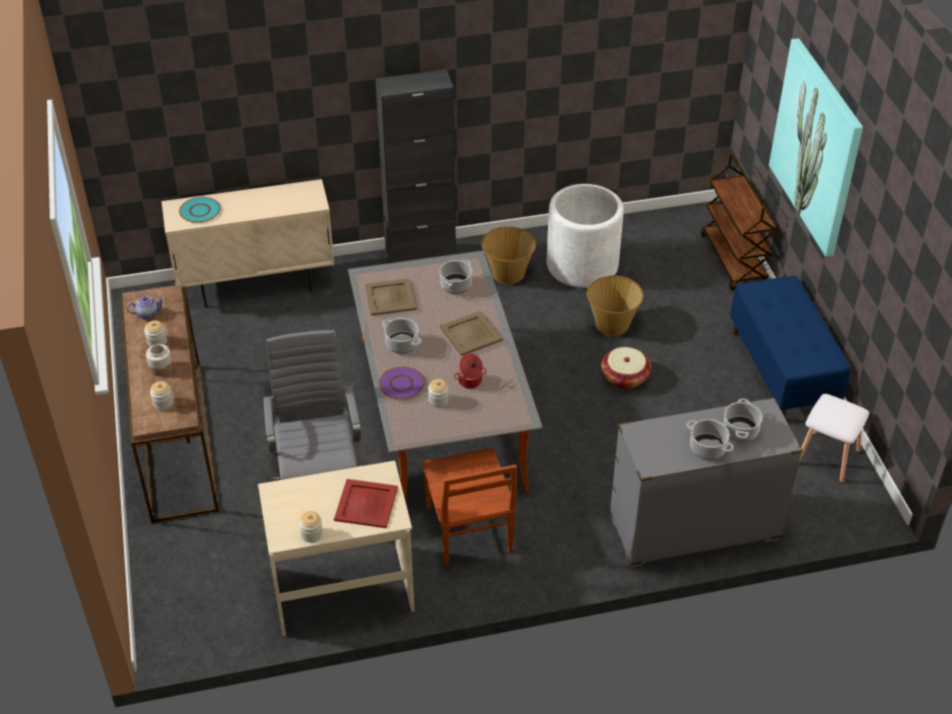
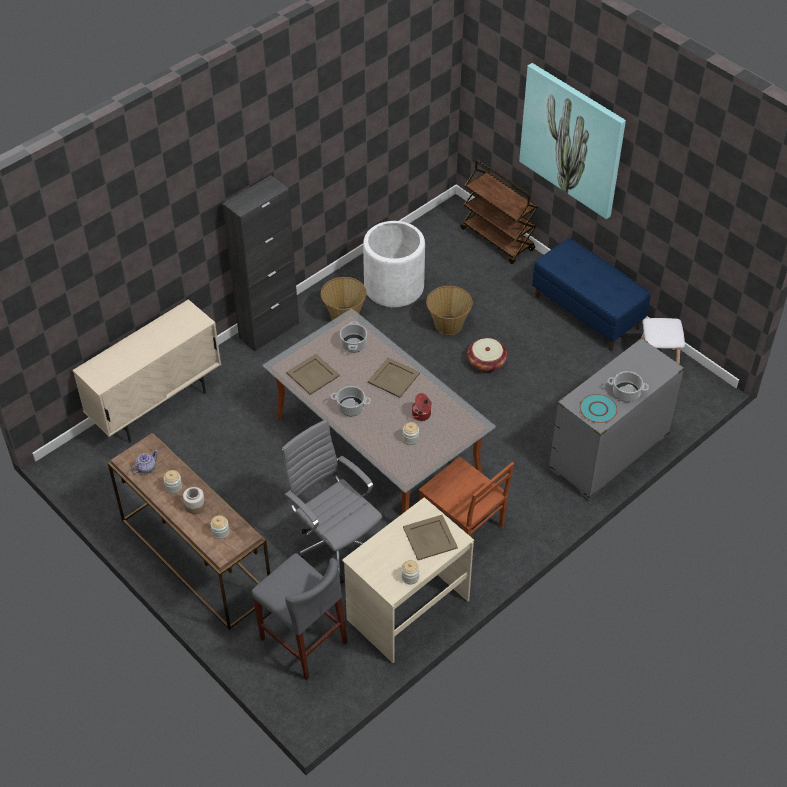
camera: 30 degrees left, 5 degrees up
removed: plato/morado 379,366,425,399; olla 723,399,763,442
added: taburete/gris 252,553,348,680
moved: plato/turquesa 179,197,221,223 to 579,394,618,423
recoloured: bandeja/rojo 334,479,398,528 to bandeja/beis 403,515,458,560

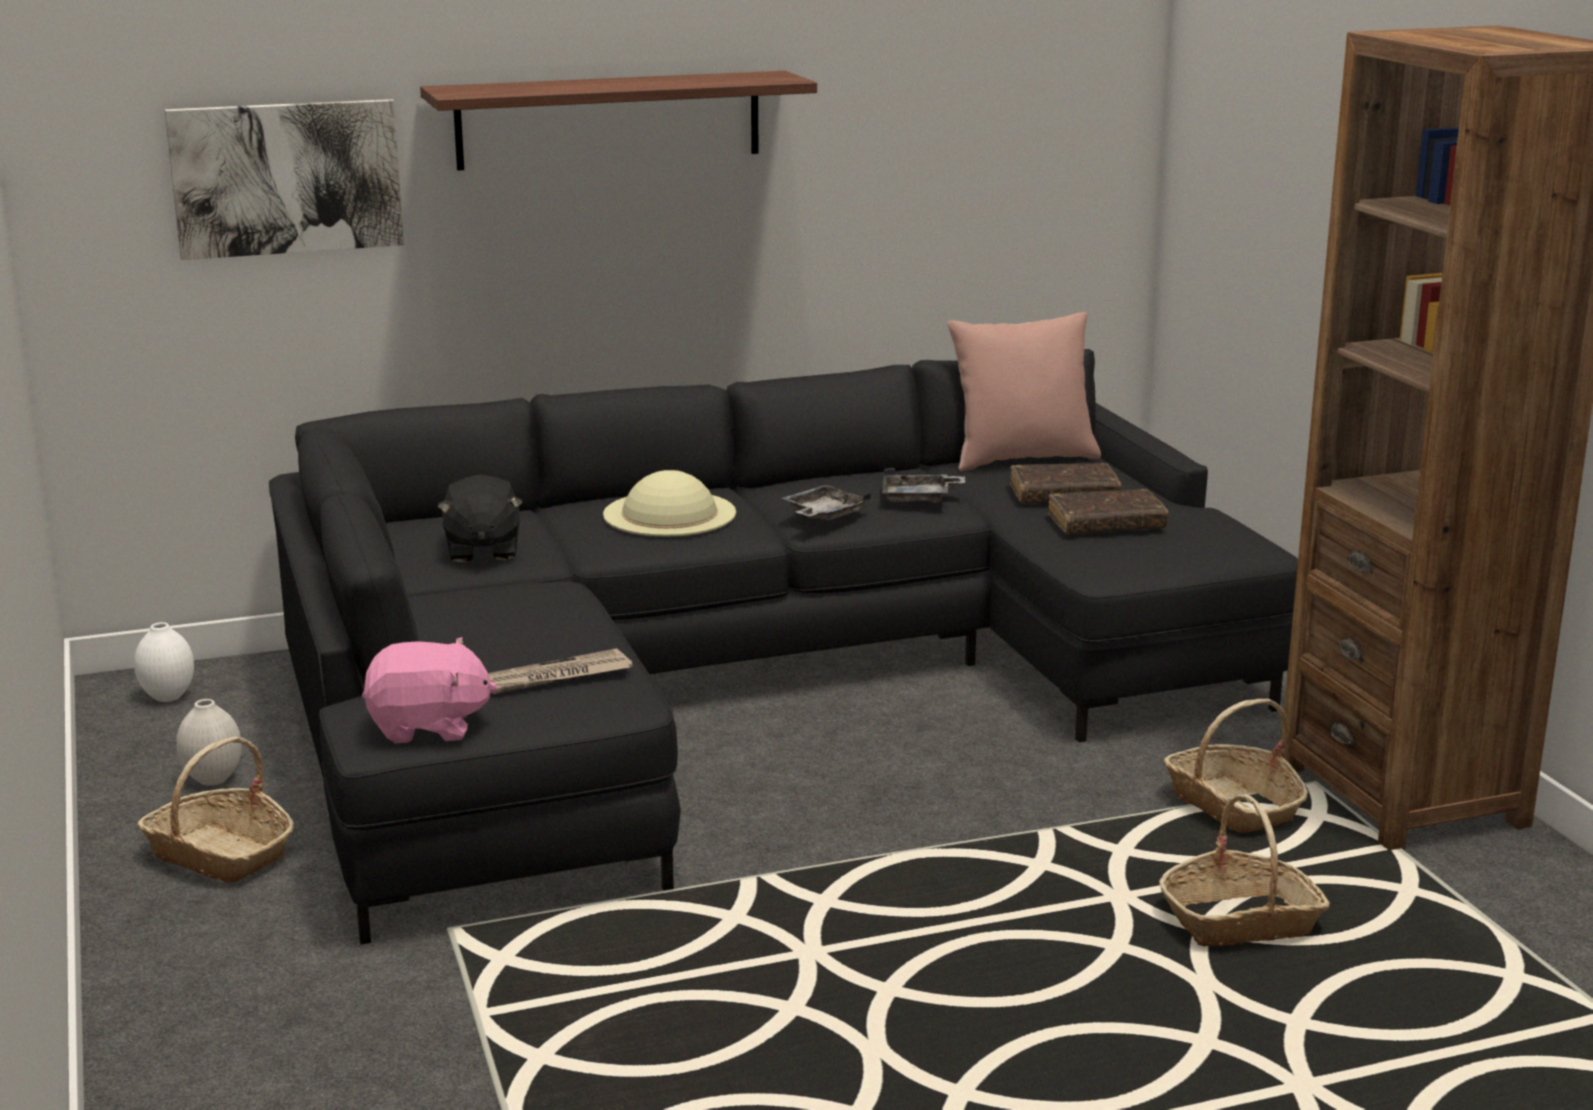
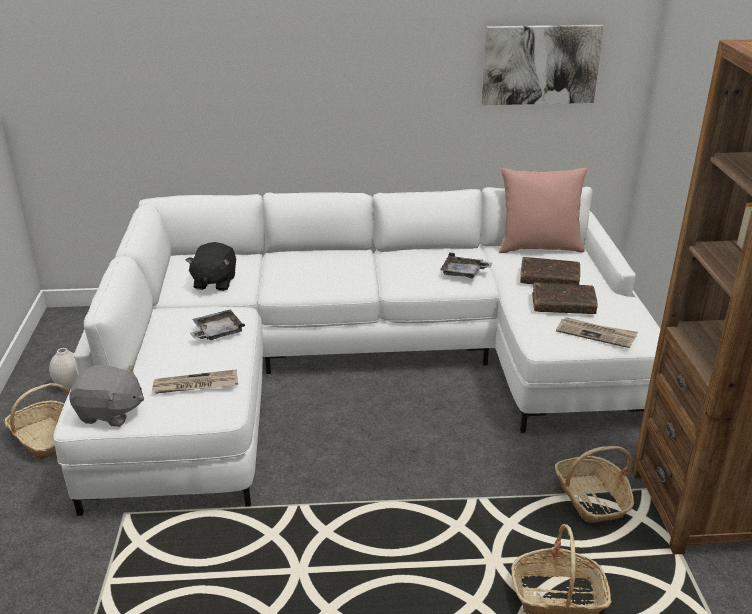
camera: 15 degrees right, 10 degrees up
removed: florero/blanco 134,622,194,702; estante 420,71,817,171; sombrero/beis 603,470,736,537
added: periódico 556,317,638,348
moved: bandeja/gris 782,485,871,521 to 190,310,245,340; cuadro 165,99,404,260 to 482,25,604,105
recoloured: sofá/negro 269,349,1298,944 to sofá/blanco 53,187,660,516; peluche/rosa 362,637,498,744 to peluche/gris 70,365,144,427

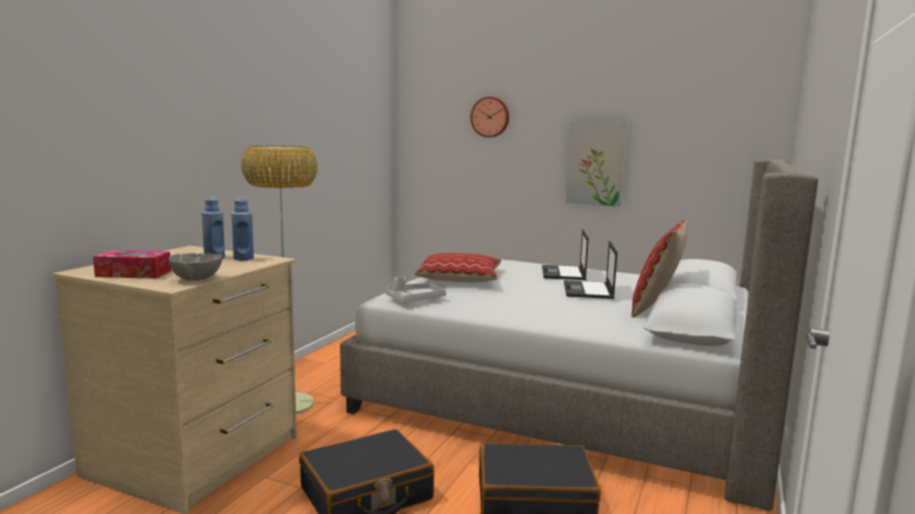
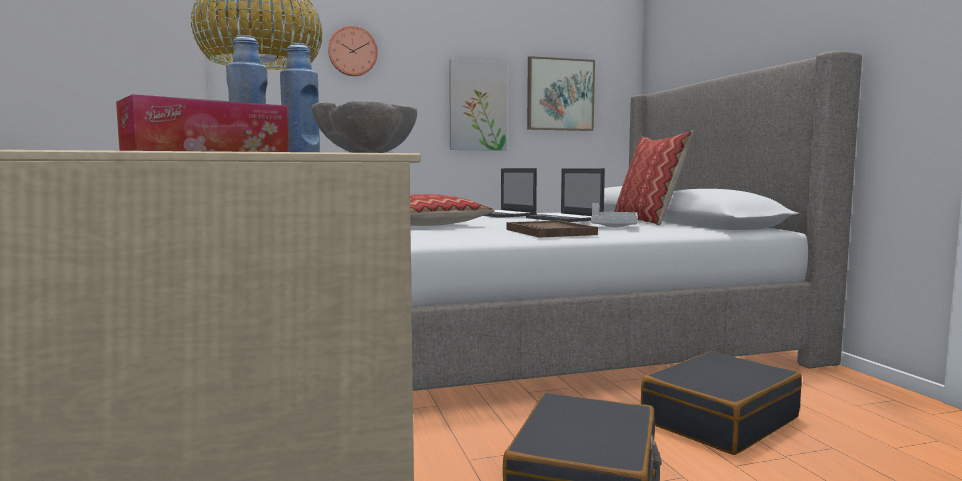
camera: 40 degrees left, 5 degrees down
added: bandeja/marrón 506,221,598,238; cuadro 527,56,595,131
moved: bandeja/gris 385,276,446,303 to 591,203,638,228

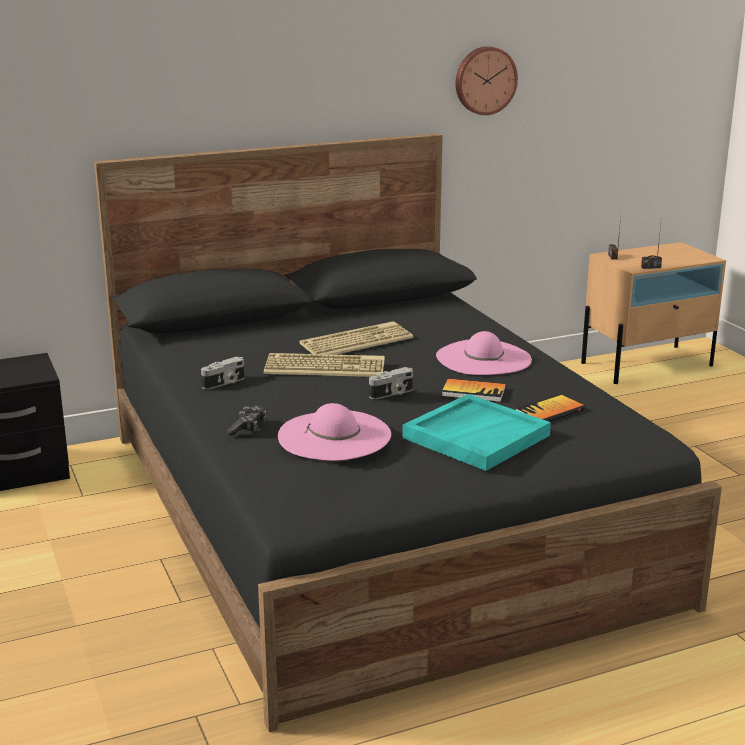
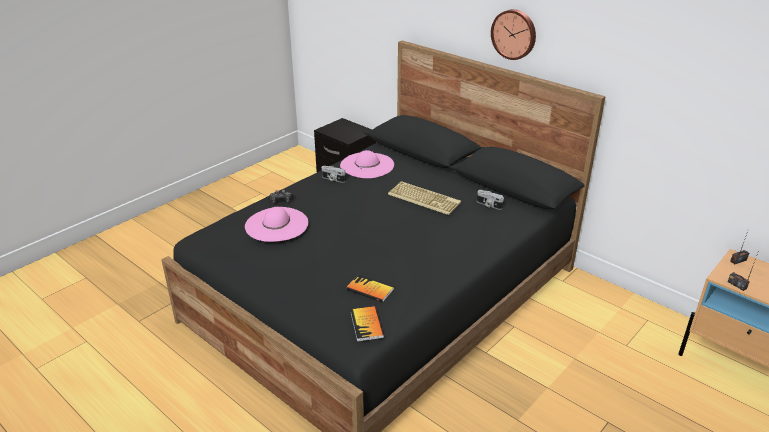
camera: 65 degrees right, 10 degrees up
removed: teclado 264,353,385,377; bandeja/turquesa 402,394,551,471
moved: sombrero/rosa 436,331,532,375 to 340,150,394,178; libro 442,379,506,402 to 350,306,384,342; cámara 369,367,413,399 to 477,190,504,210; reloj de pared 456,46,518,115 to 491,9,536,60

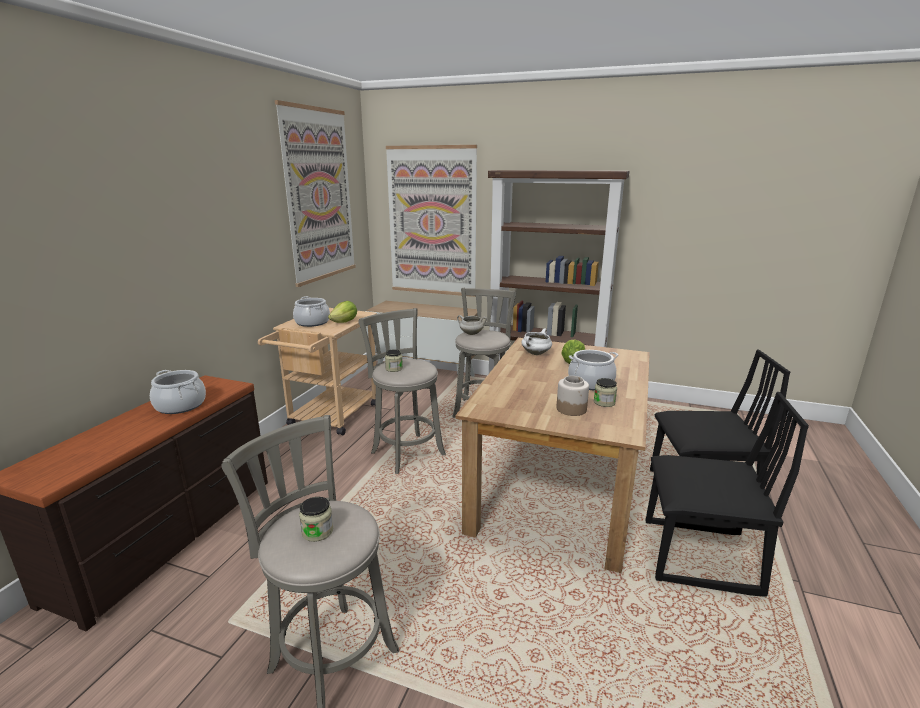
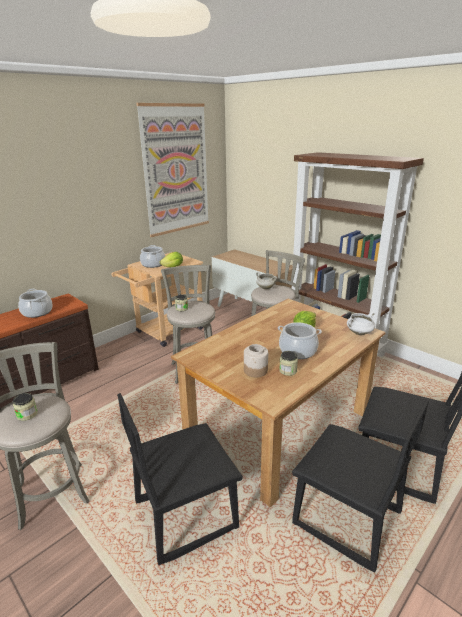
camera: 25 degrees right, 5 degrees up
removed: cuadro 386,145,477,297
added: silla/negro 117,393,243,565
moved: olla/blanco 521,328,552,355 to 347,312,375,335

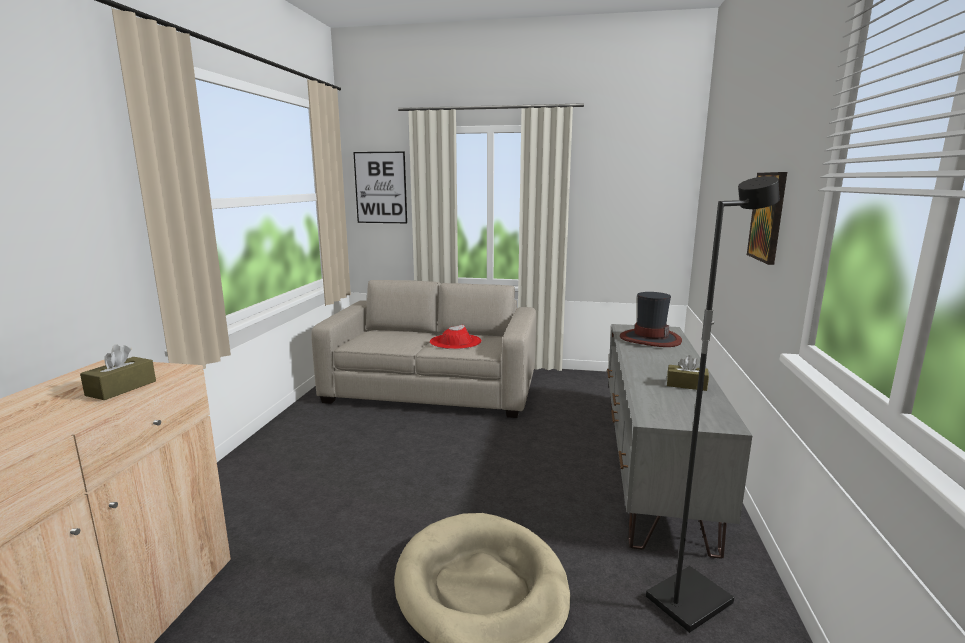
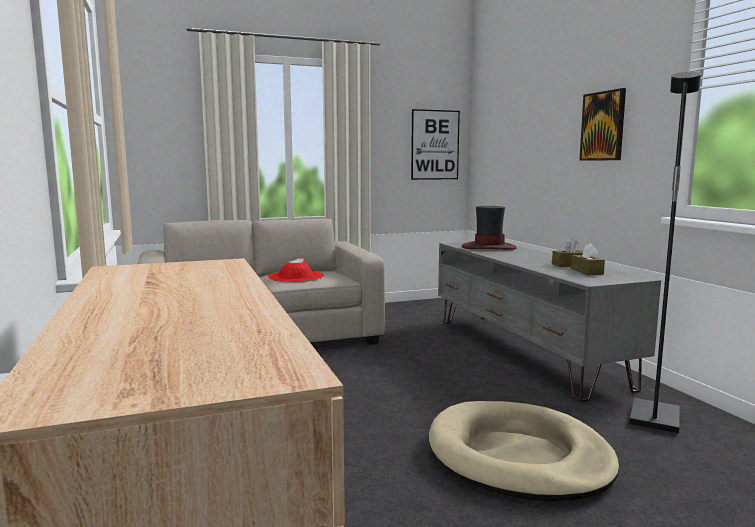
camera: 30 degrees left, 5 degrees down
moved: cuadro 353,152,407,223 to 411,109,460,180; caja de pañuelos/marrón 80,344,156,400 to 571,243,605,275

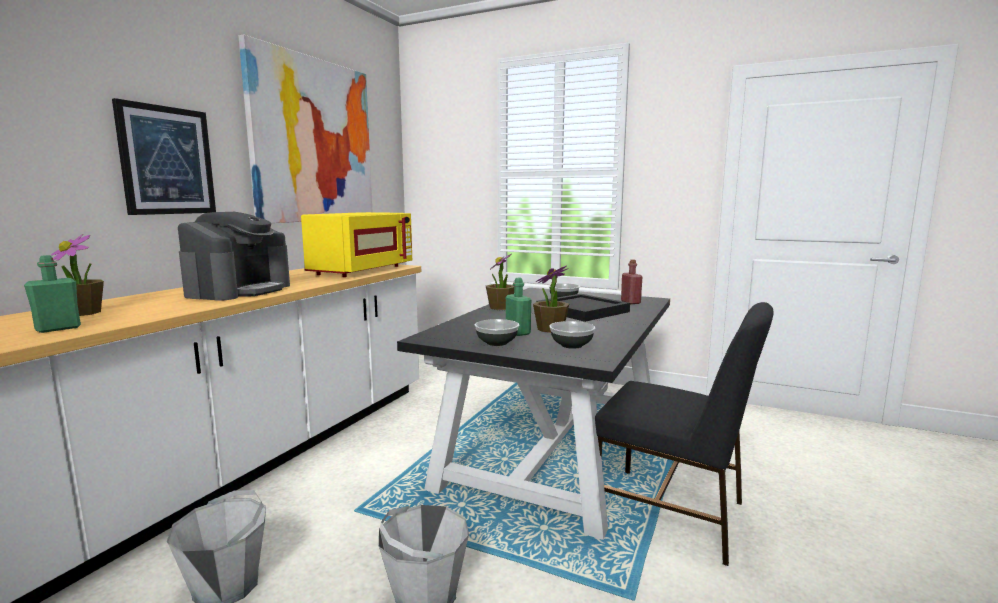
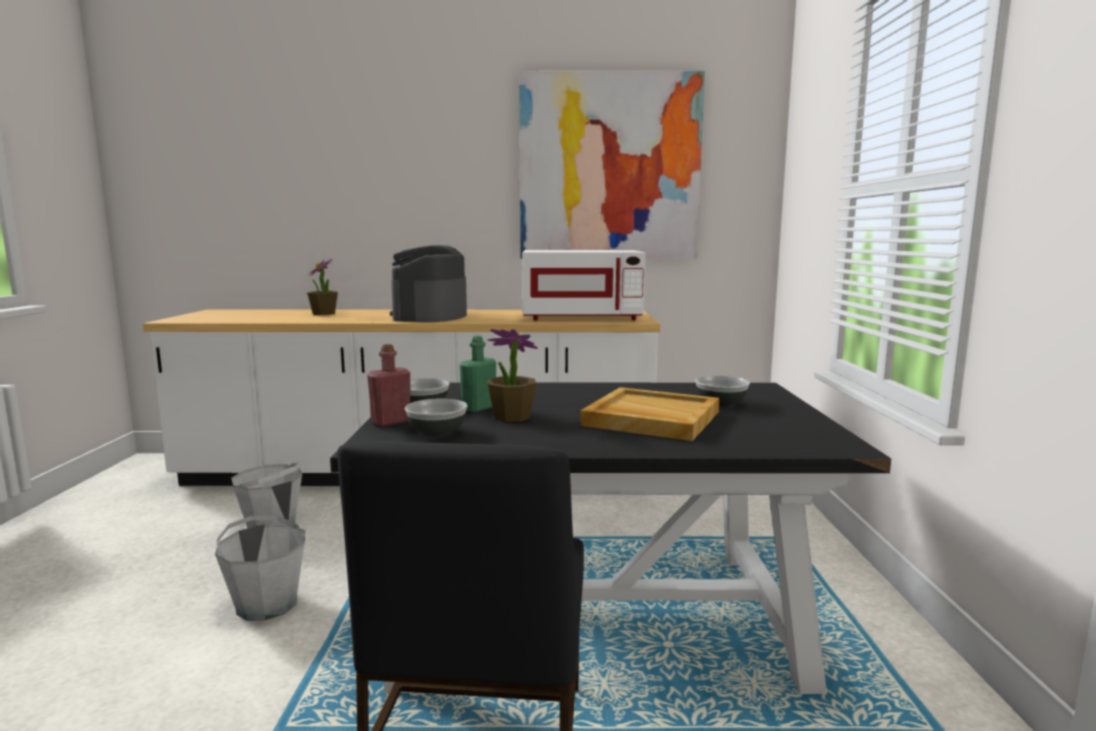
camera: 65 degrees right, 0 degrees up
removed: botella/verde 24,255,81,333; cuadro 112,98,216,215; planta en maceta 486,254,514,310
moved: botella/rojo 621,259,643,304 to 367,344,410,427
recoloured: microondas/amarillo 301,212,412,277 to microondas/blanco 522,250,645,321; bandeja/negro 536,294,630,322 to bandeja/beis 580,387,719,441
turned: cafetera 178,212,290,301 = 390,245,467,322 105 degrees clockwise

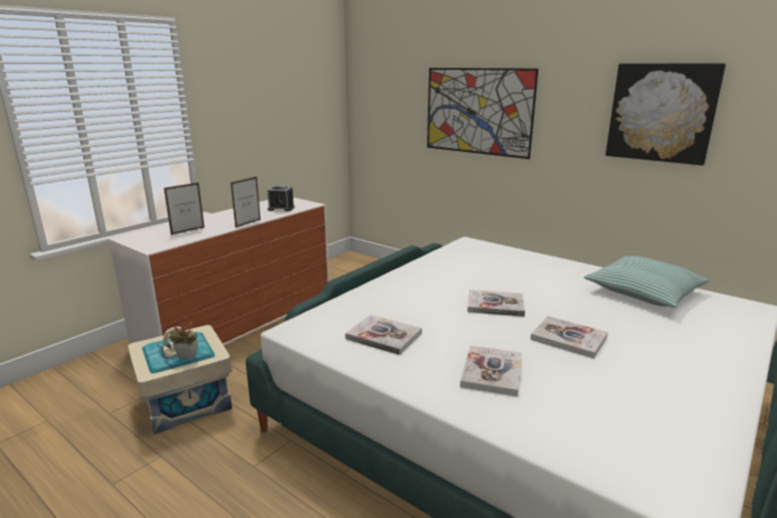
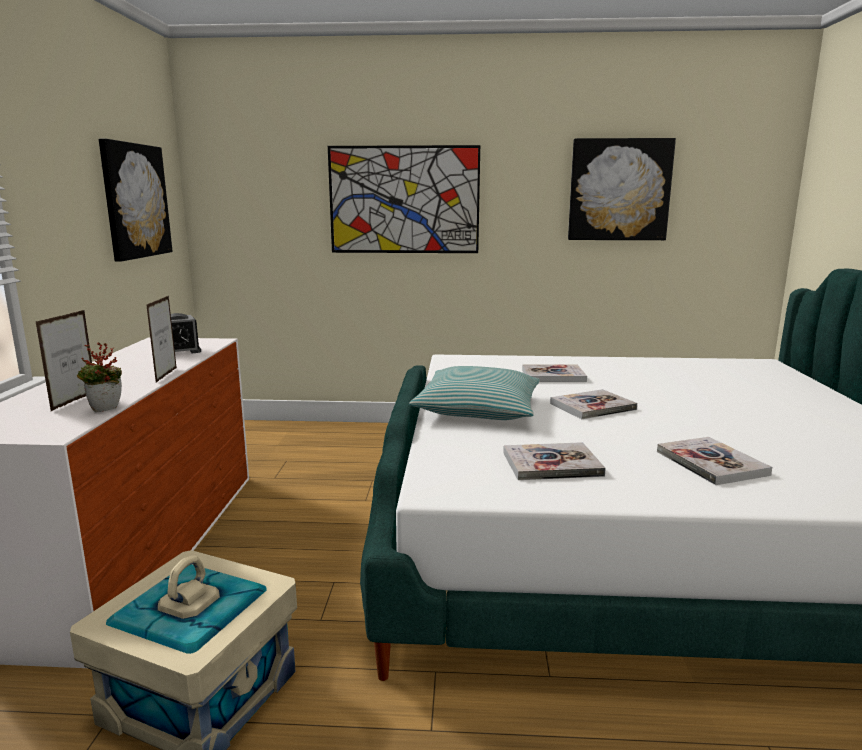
camera: 35 degrees left, 5 degrees down
added: cuadro 99,139,173,262
moved: planta en maceta 168,318,198,359 to 77,342,122,412; cojín 584,256,709,308 to 409,366,540,420; libro 530,316,608,359 to 522,364,587,382

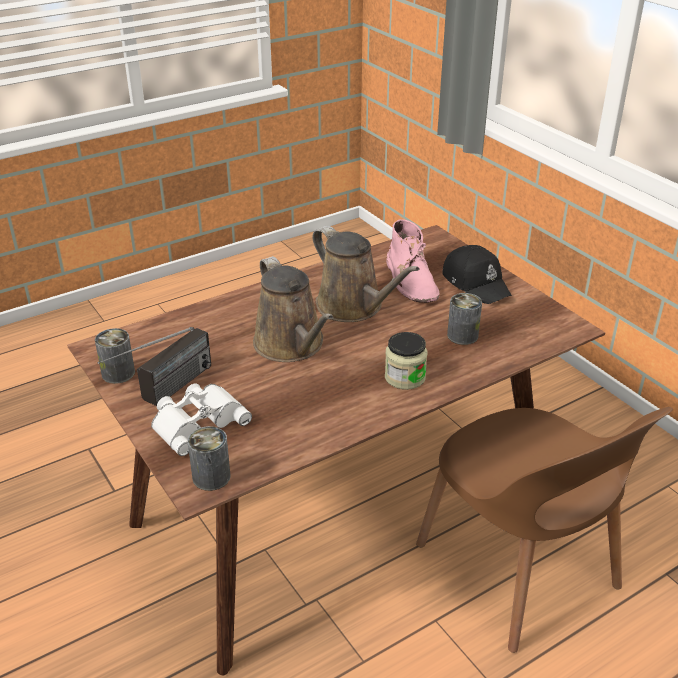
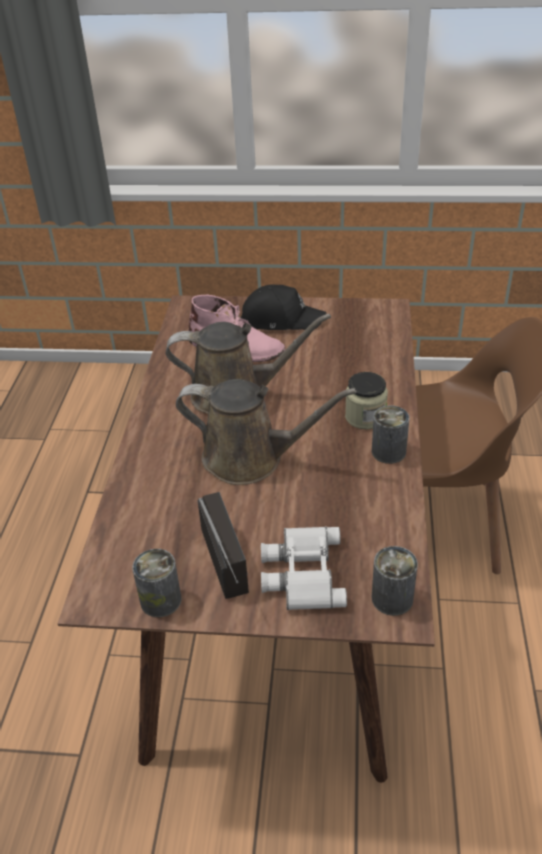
camera: 50 degrees left, 5 degrees up
moved: lata 447,293,482,345 to 372,405,410,464

